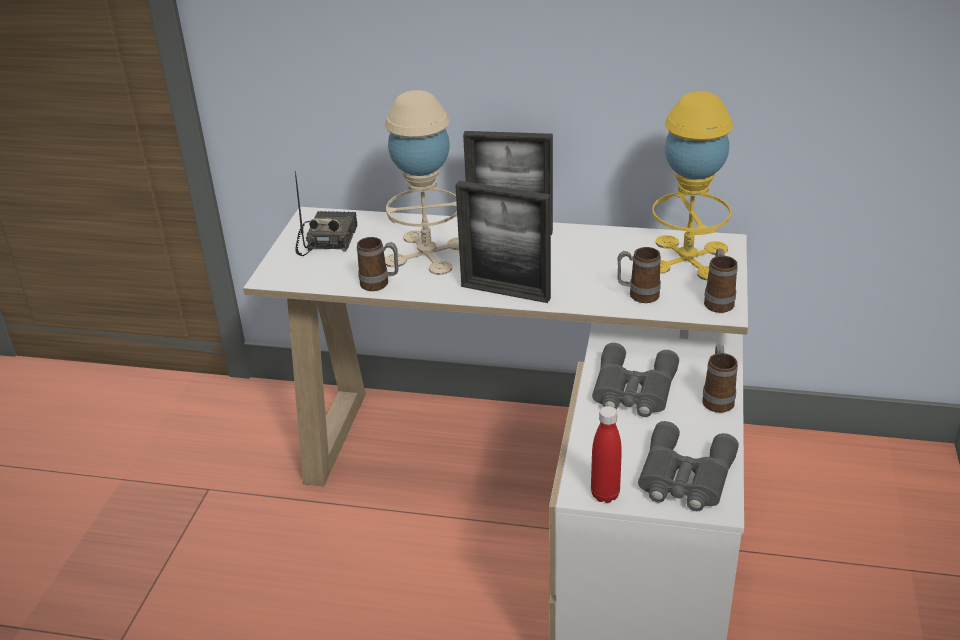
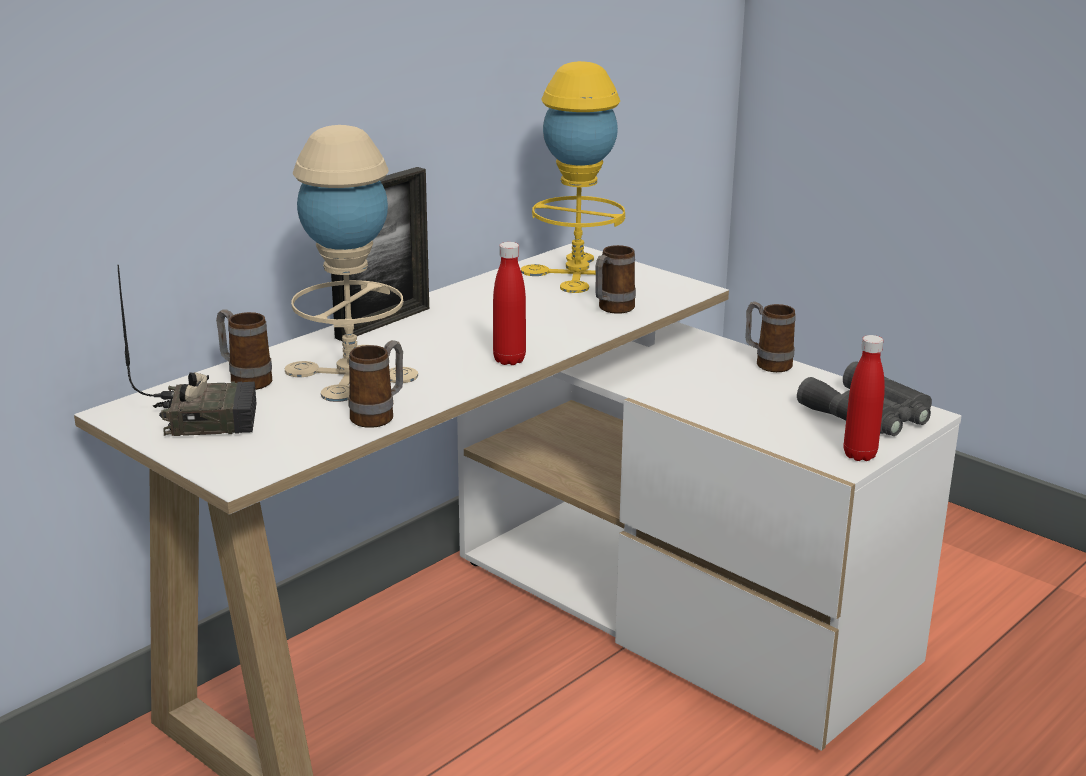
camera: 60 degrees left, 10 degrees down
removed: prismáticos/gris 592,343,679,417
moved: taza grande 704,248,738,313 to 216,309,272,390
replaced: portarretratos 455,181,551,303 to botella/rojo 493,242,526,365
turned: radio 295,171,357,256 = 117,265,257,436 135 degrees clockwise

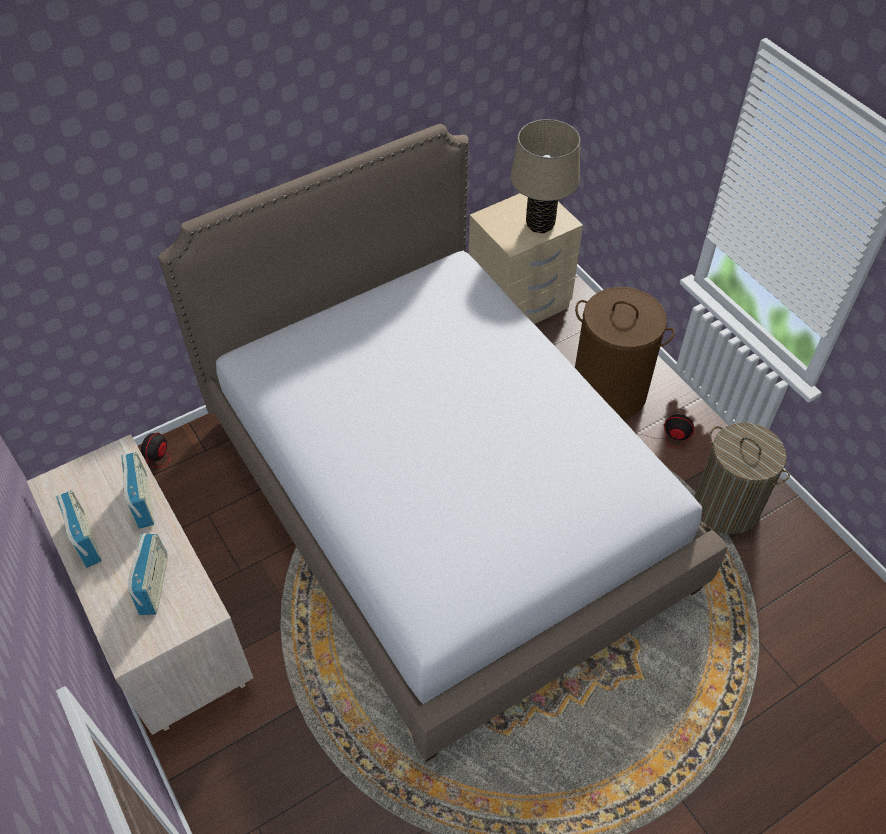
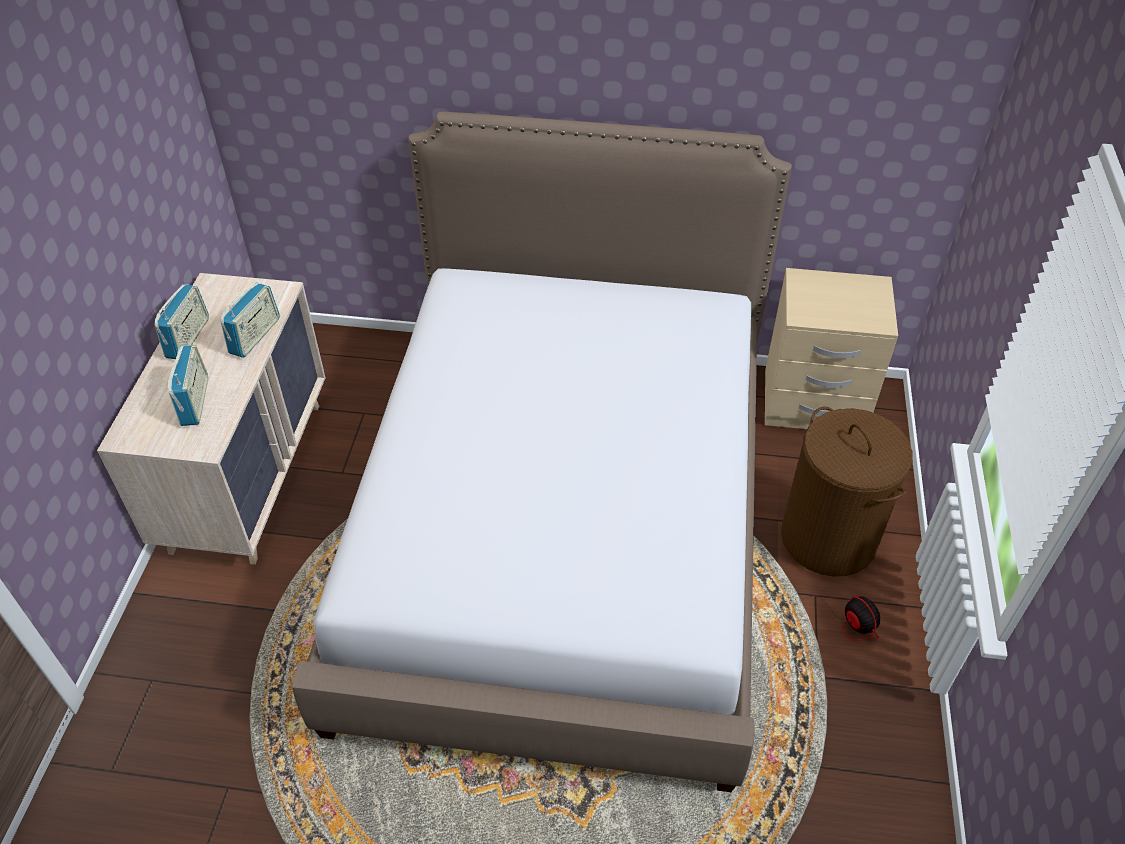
camera: 40 degrees right, 5 degrees down
removed: ventilador 141,433,212,502; lámpara de mesa/beis 510,119,580,233; cesto de la ropa 694,422,790,534
turned: radio 128,533,168,615 = 168,345,208,426 45 degrees counterclockwise

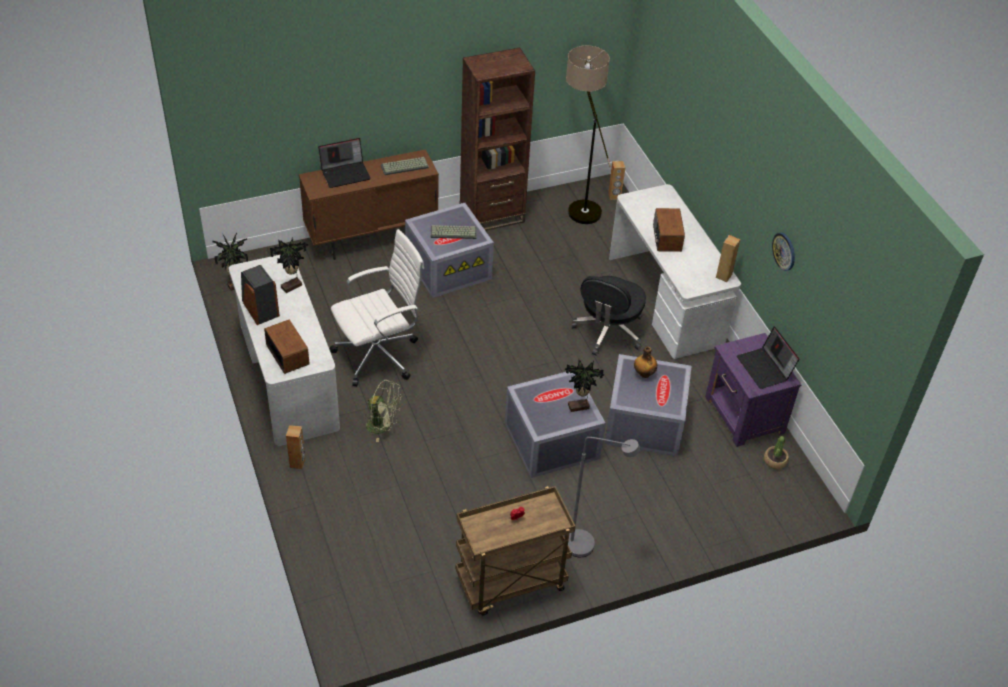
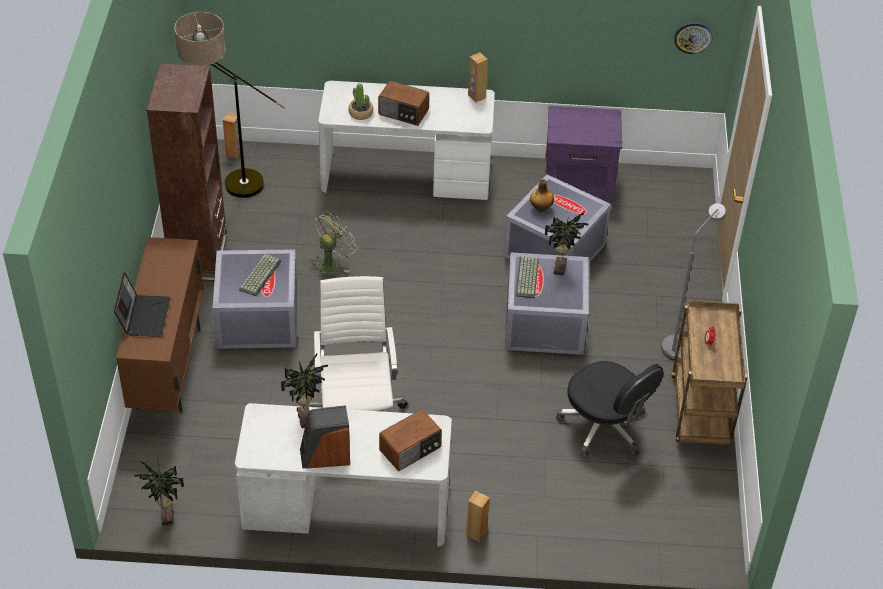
camera: 65 degrees left, 0 degrees up
removed: portátil 737,326,799,389
moved: ventilador/verde 363,379,402,442 to 310,211,358,274; planta en maceta 764,436,789,470 to 348,83,373,120; teclado 381,157,429,175 to 515,256,539,298; silla de oficina/negro 571,276,646,356 to 556,361,664,459; reloj de pared 772,233,795,271 to 674,22,712,54
turned: radio 264,320,310,374 = 379,409,442,471 150 degrees clockwise

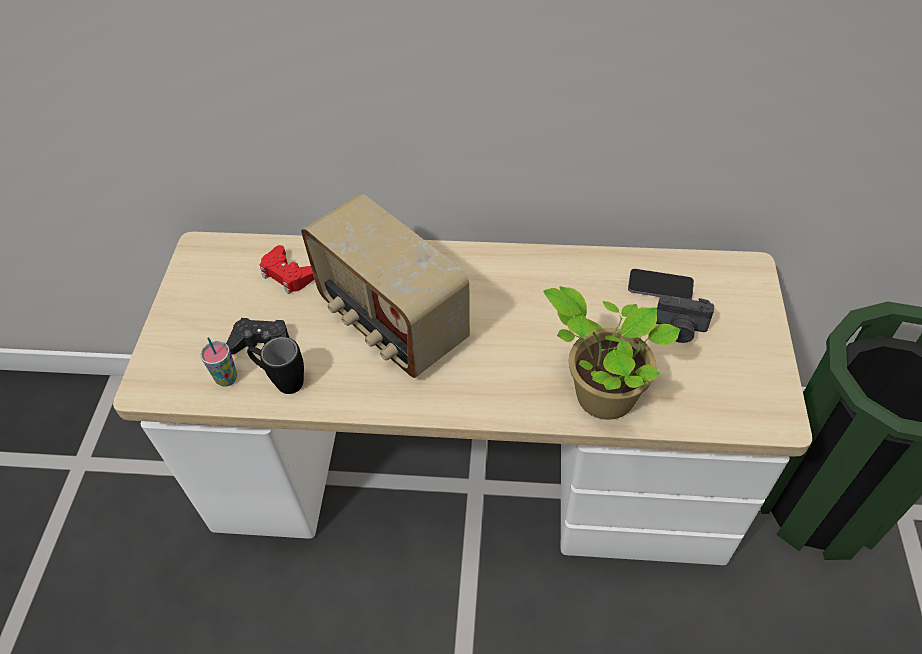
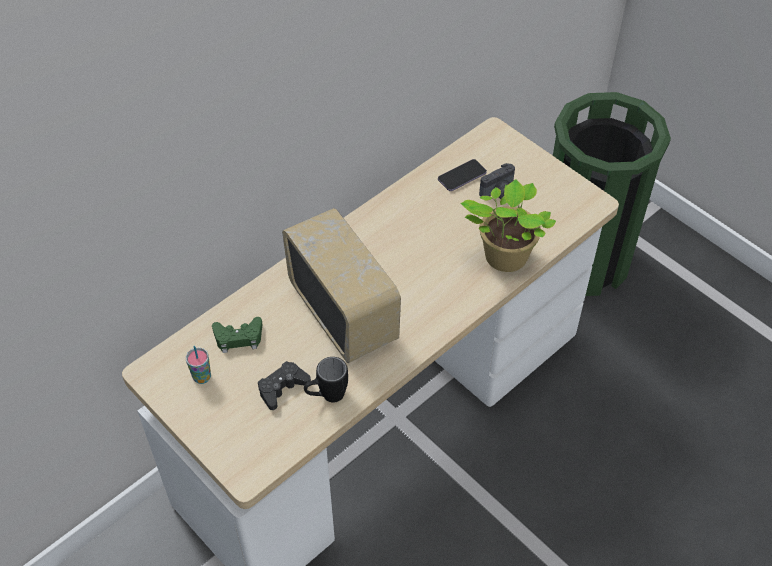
camera: 50 degrees left, 0 degrees up
moved: taza 200,337,237,386 to 186,346,211,384
recoloured: mando de consola/rojo 259,245,314,294 to mando de consola/verde 212,317,262,353
turned: radio 301,193,470,378 = 282,208,401,363 120 degrees counterclockwise

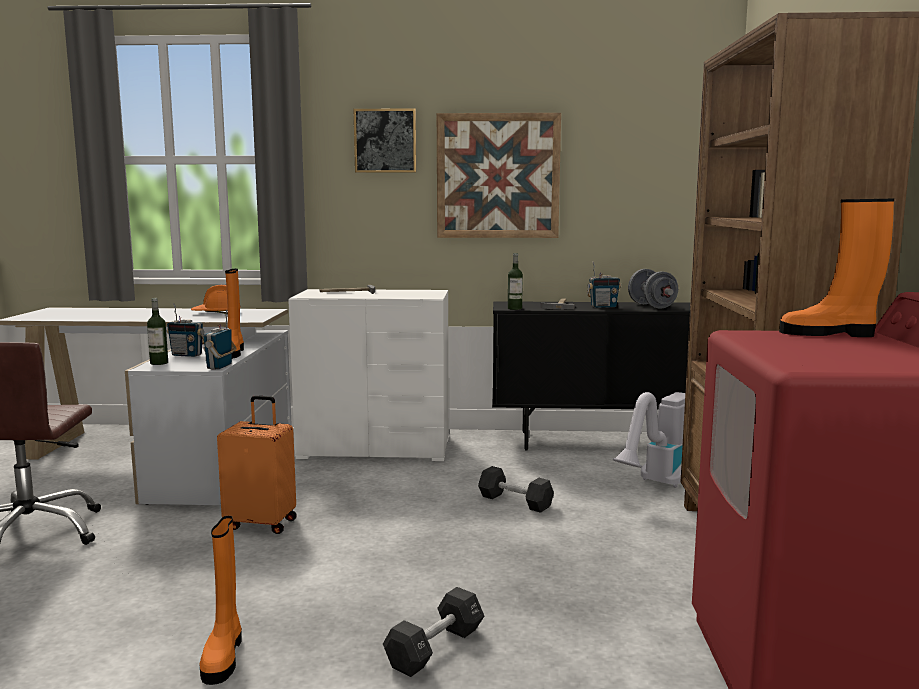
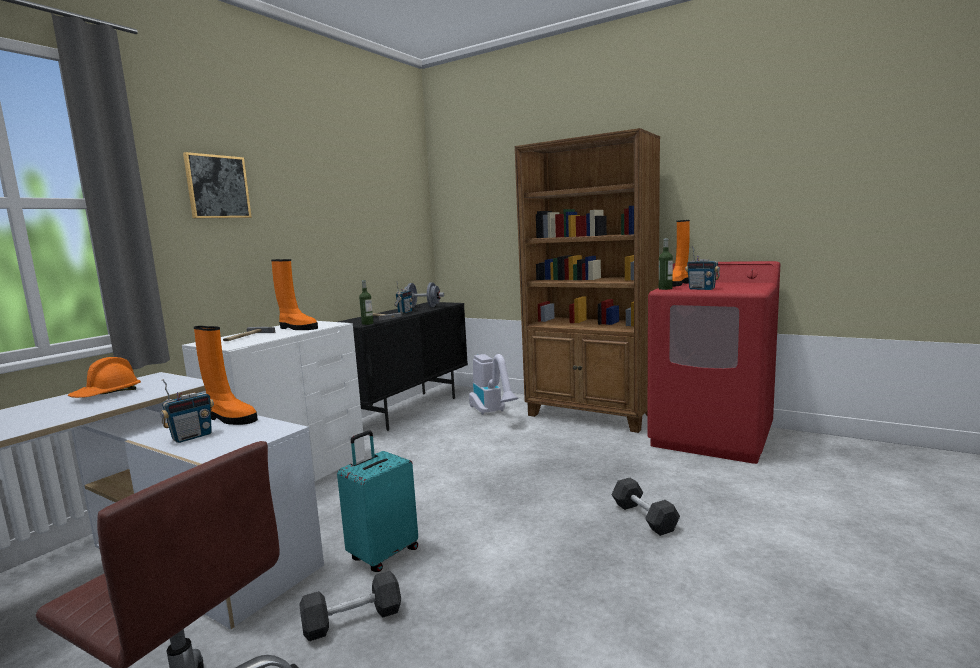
camera: 60 degrees left, 0 degrees up
removed: cuadro 437,113,561,238
moved: bota/naranja 200,516,242,685 to 271,259,318,330; mancuerna/negro 478,466,554,513 to 299,571,401,641; botella 147,298,168,365 to 659,238,673,290; radio 203,310,237,369 to 685,246,720,290
recoloured: maleta/naranja 217,395,297,534 to maleta/turquesa 337,431,418,572

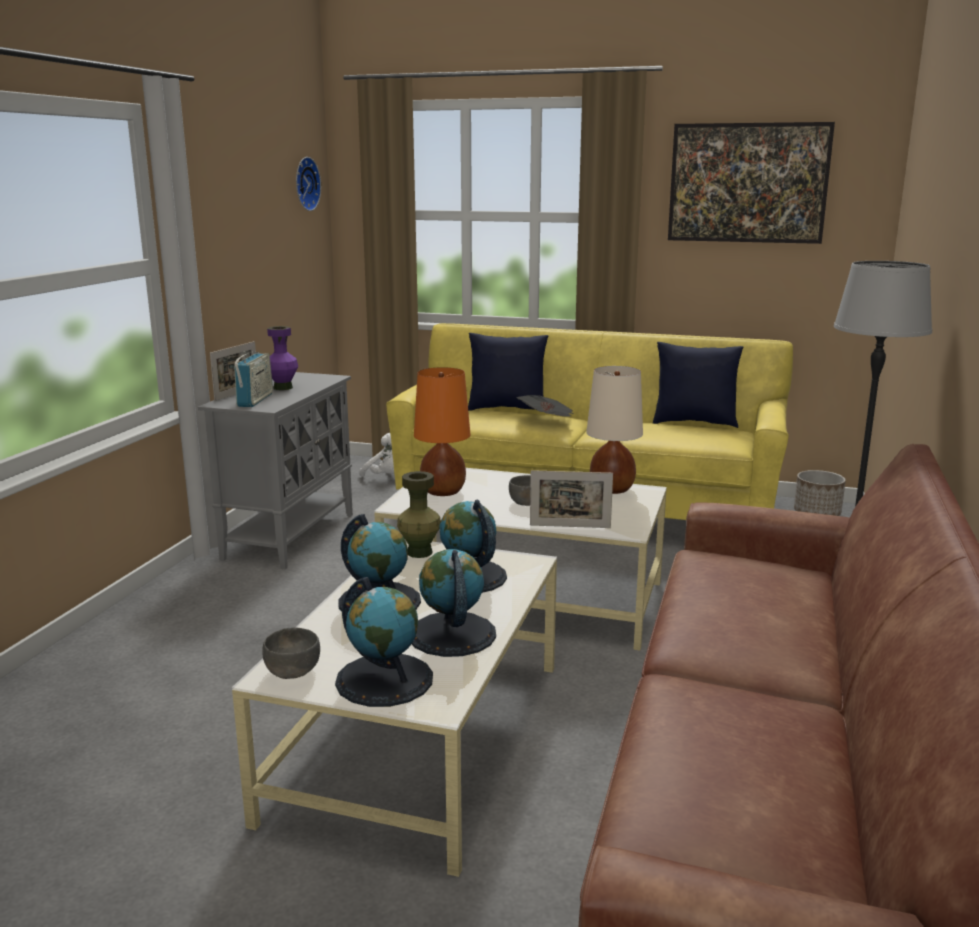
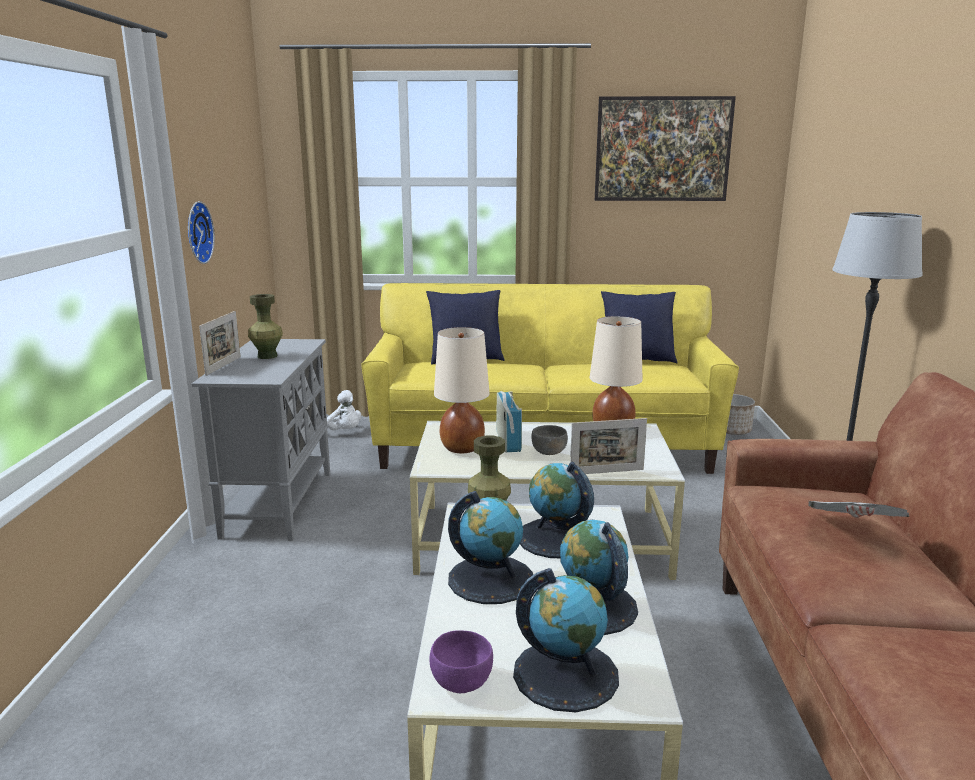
camera: 15 degrees left, 0 degrees up
moved: reloj de pared 296,157,321,211 to 188,201,215,264; radio 234,352,273,407 to 496,391,522,452; periódico 516,395,574,417 to 808,501,910,518
recoloured: florero/morado 267,326,298,390 to florero/verde 248,294,283,359; cuenco/gris 262,627,320,679 to cuenco/morado 429,630,493,693; lámpara de mesa/naranja 414,367,471,496 to lámpara de mesa/beis 434,327,490,453

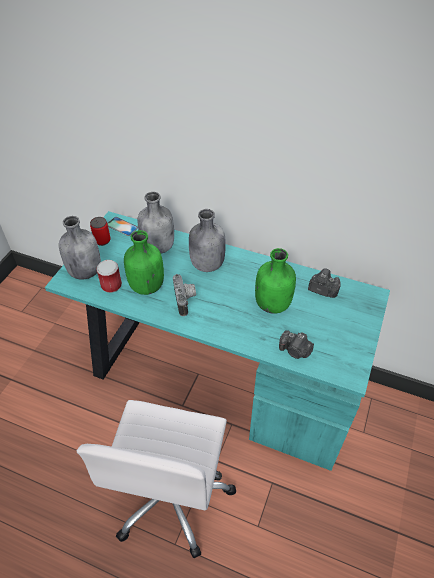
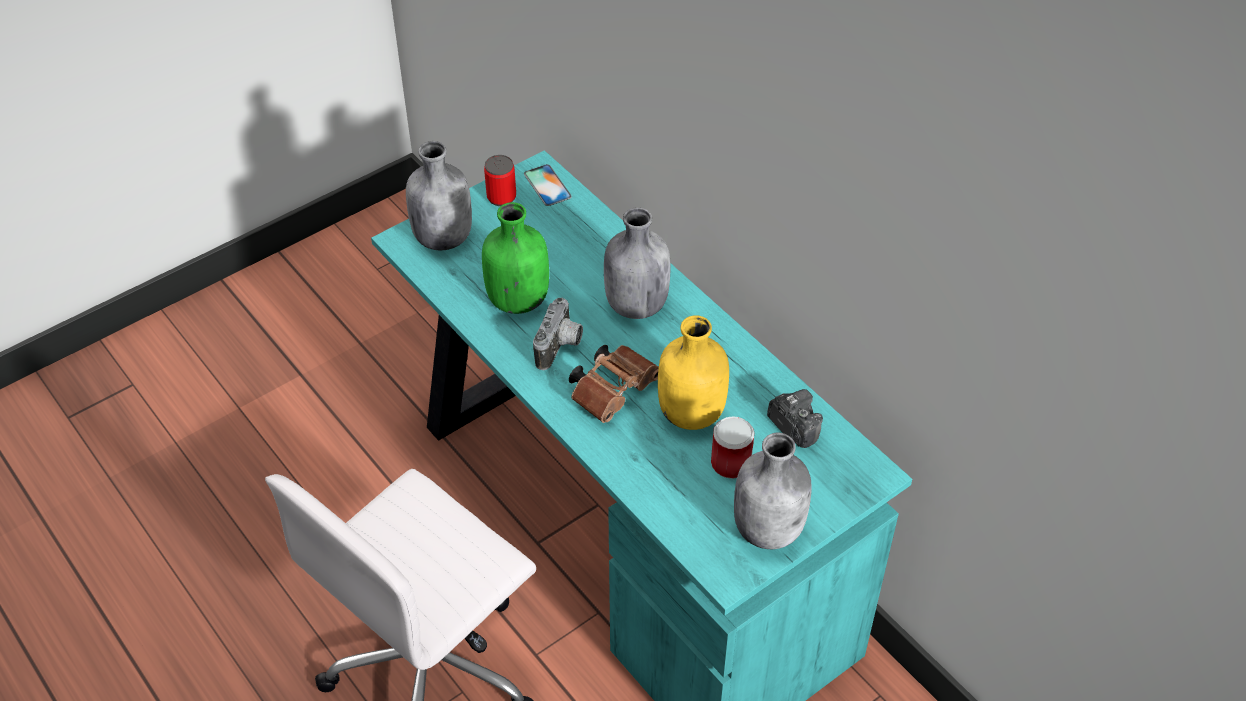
camera: 30 degrees right, 0 degrees up
removed: cámara 279,330,314,359
added: prismáticos/marrón 569,345,659,423
moved: lata 96,260,122,293 to 711,416,754,479; botella/gris 137,192,174,254 to 734,433,812,549
recoloured: botella/verde 255,248,296,314 to botella/amarillo 658,315,729,430

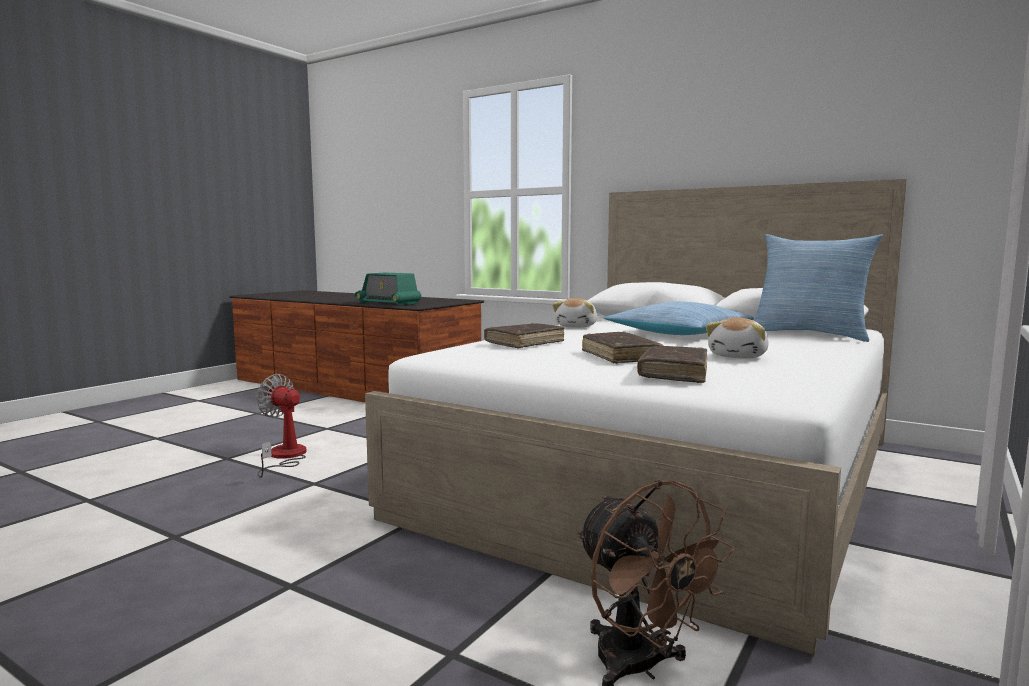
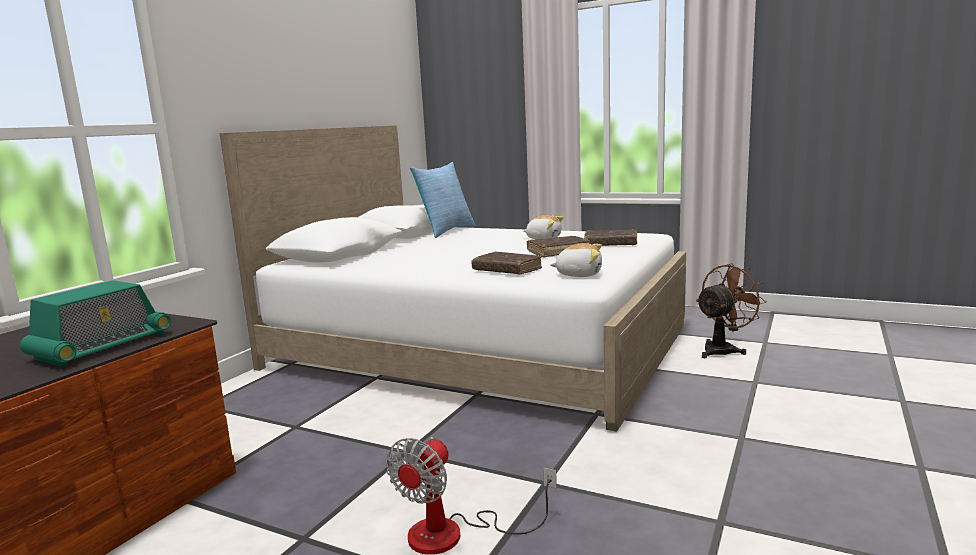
camera: 95 degrees left, 5 degrees up
removed: cojín 604,301,754,335
moved: peluche 552,298,597,328 to 550,243,602,277

